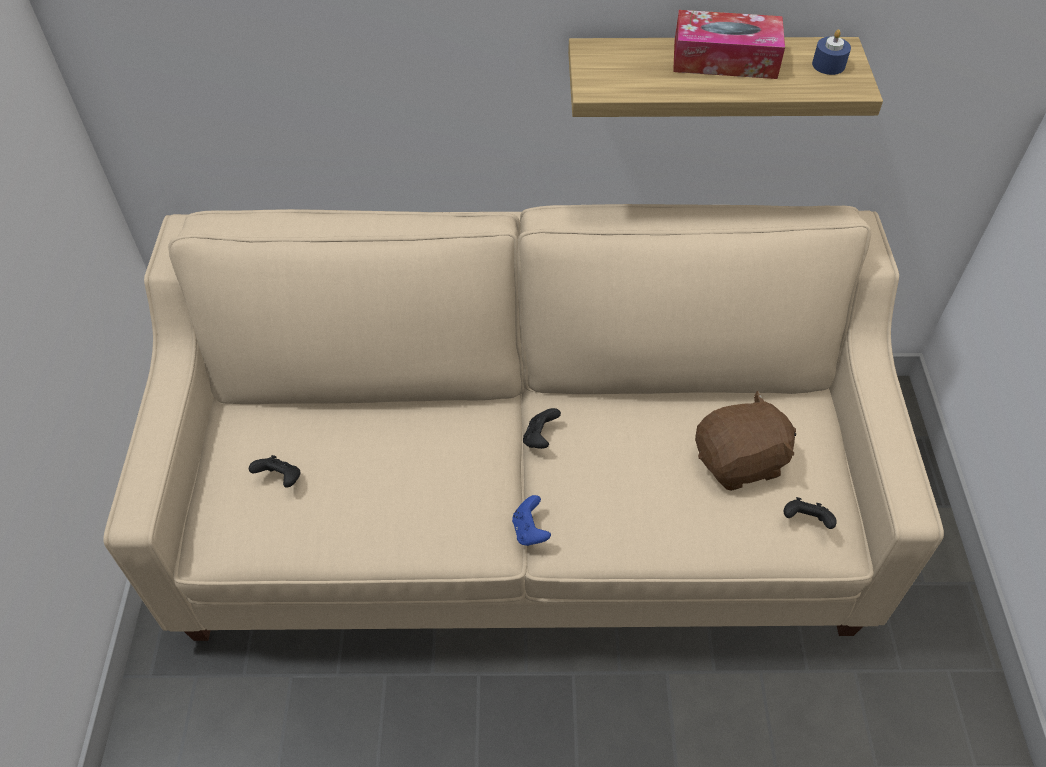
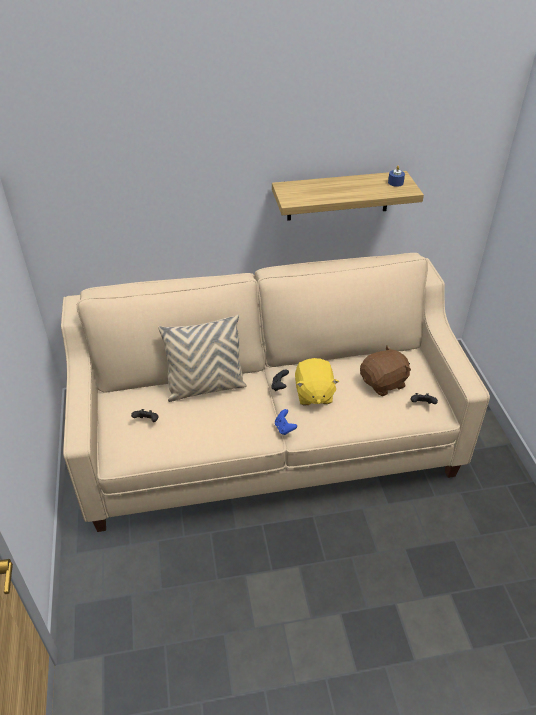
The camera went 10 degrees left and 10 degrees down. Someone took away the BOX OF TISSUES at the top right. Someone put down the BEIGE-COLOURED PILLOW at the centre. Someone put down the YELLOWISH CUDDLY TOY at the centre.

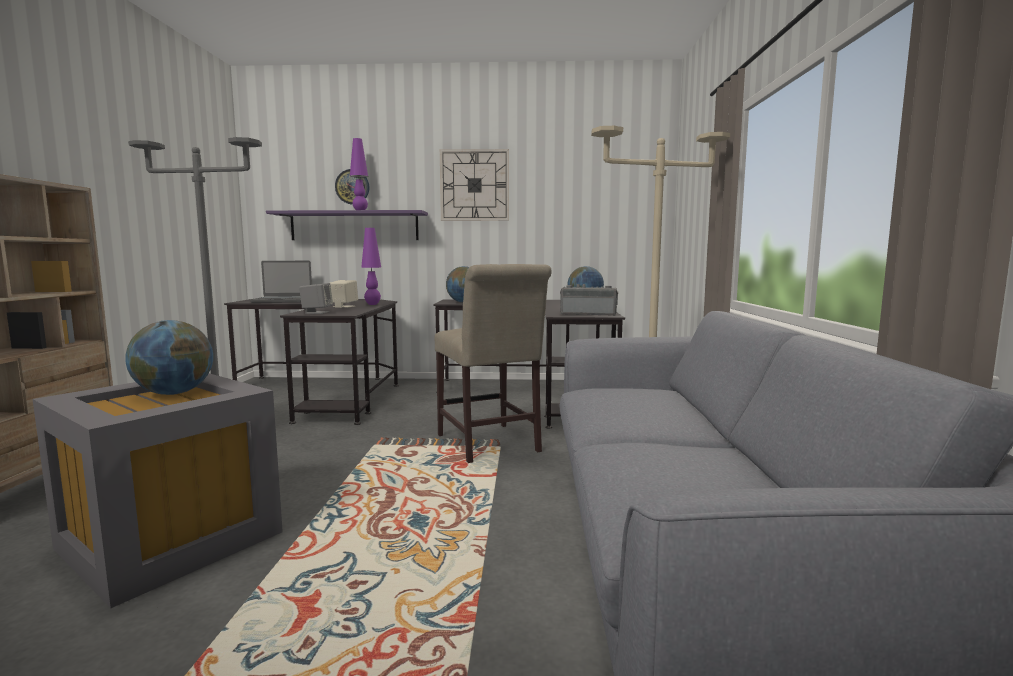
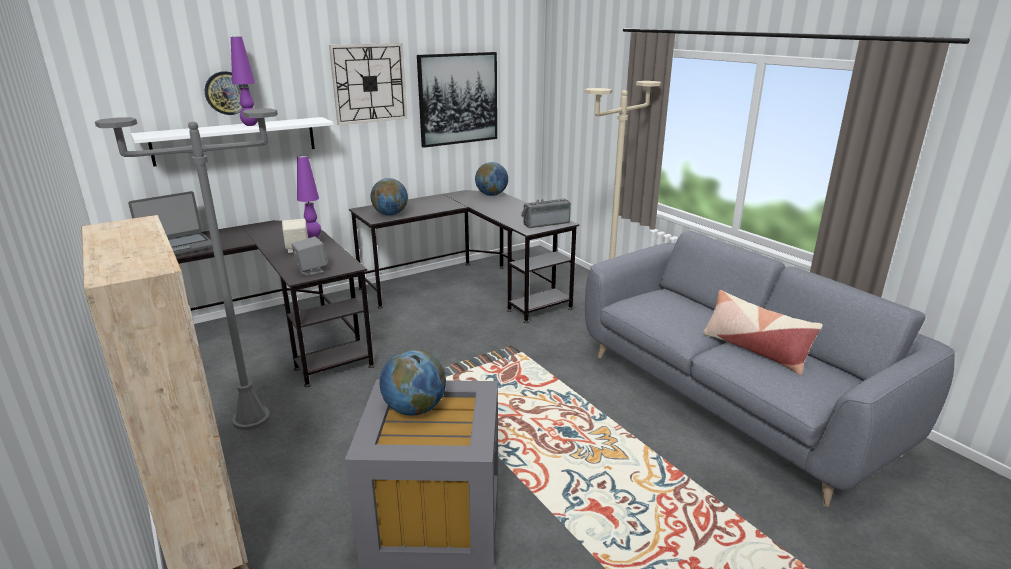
The camera went 35 degrees left and 15 degrees up. Someone repainted the PURPLE BRACKET SHELF at the top centre, which became the WHITISH BRACKET SHELF at the top left. Someone took away the BEIGE-COLOURED PLAIN CHAIR at the centre. Someone put up the WALL PICTURE at the top centre. Someone put down the PILLOW at the middle right.

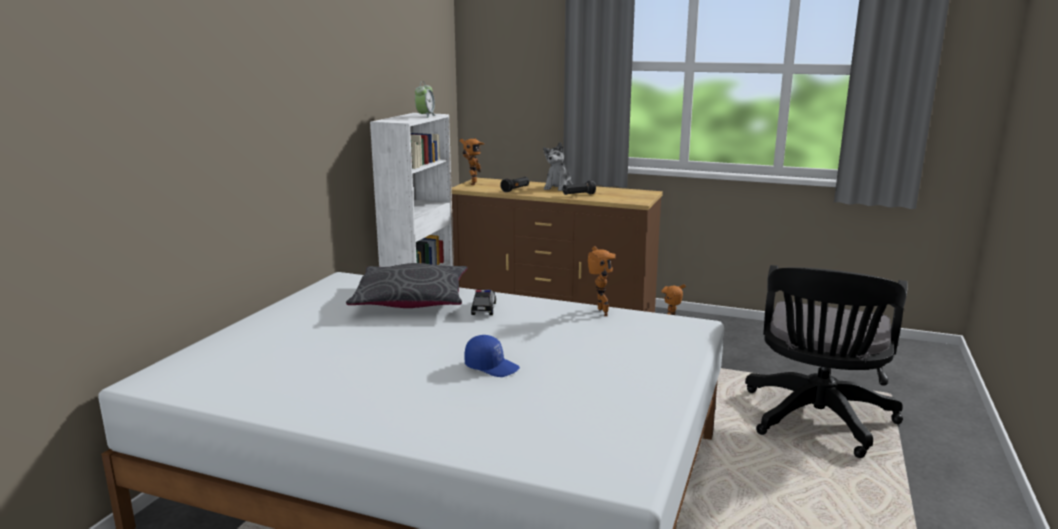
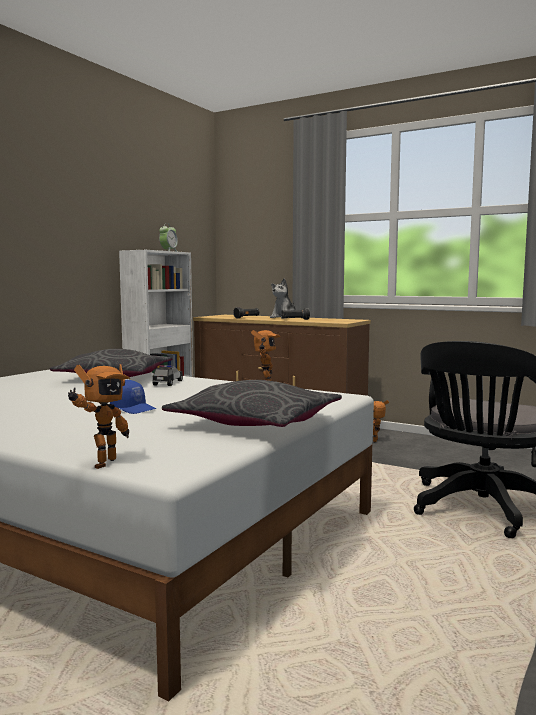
The camera went 10 degrees right and 10 degrees down. Someone carried the TOY ROBOT (1st from left) from the top centre to the middle left. Someone put down the GREYISH PILLOW (2nd from left) at the centre.

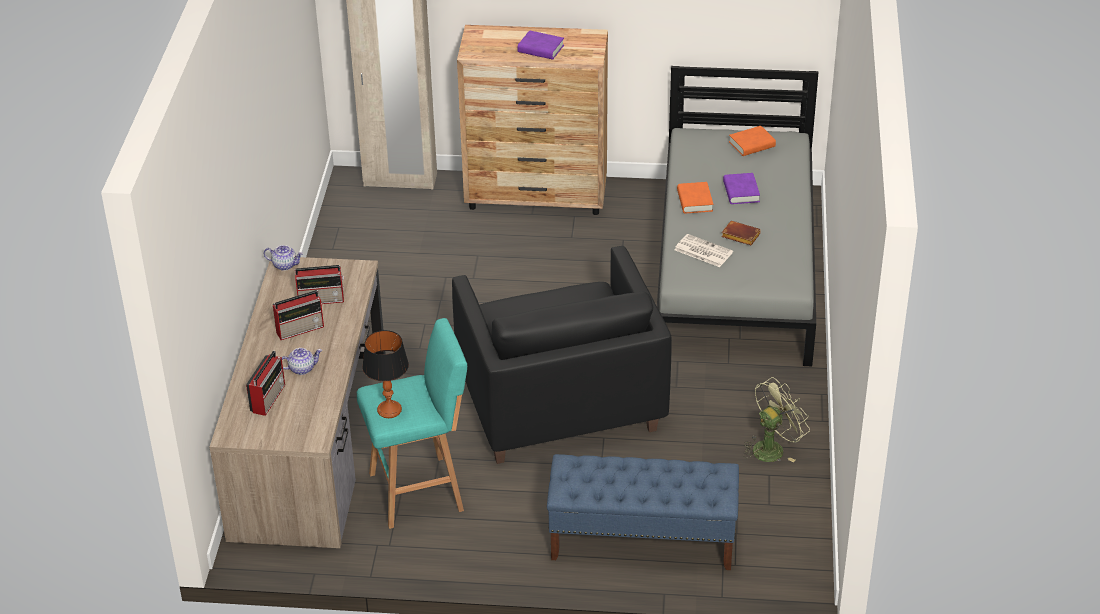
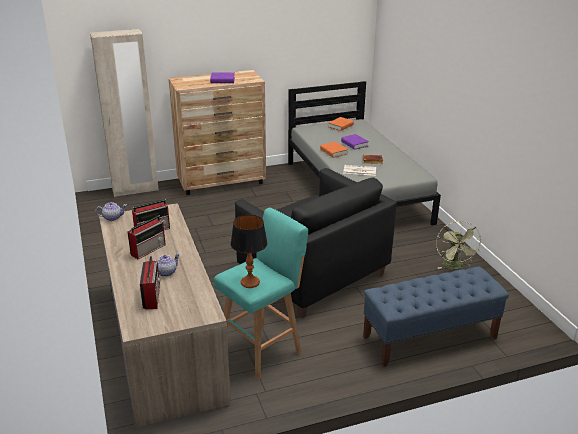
The camera went 25 degrees left and 10 degrees down. Someone rotated the GREENISH COOLING FAN at the bottom right by 150 degrees clockwise.

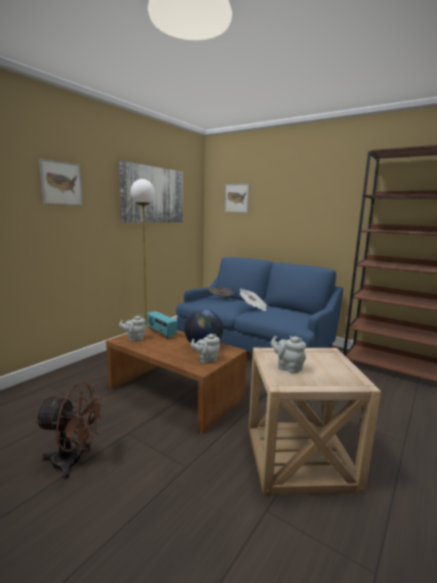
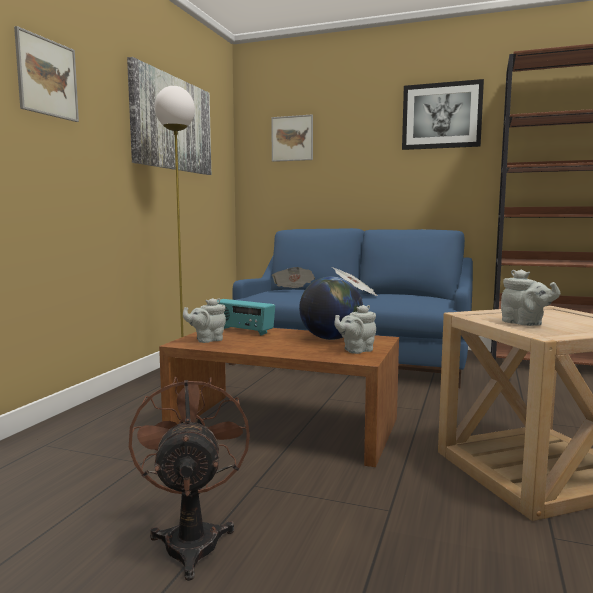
The camera went 15 degrees left and 5 degrees down. Someone rotated the GREYISH TEAPOT (3rd from left) at the centre by 150 degrees counterclockwise. Someone rotated the BROWN COOLING FAN at the bottom left by 90 degrees counterclockwise. Someone put up the WALL PICTURE (4th from left) at the top right.

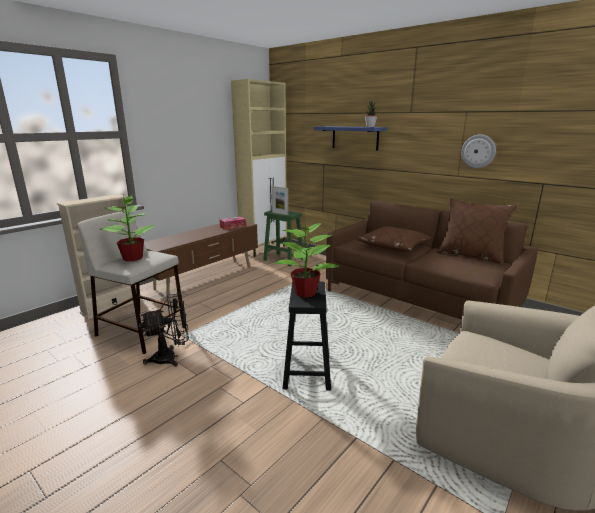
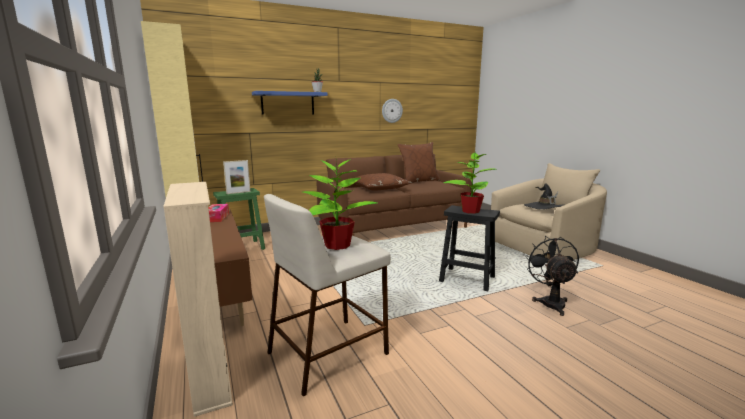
The camera went 65 degrees left and 5 degrees down. Someone carried the BLACKISH COOLING FAN from the middle left to the middle right. Someone put down the BLACKISH CLOTHING HAT at the middle right.

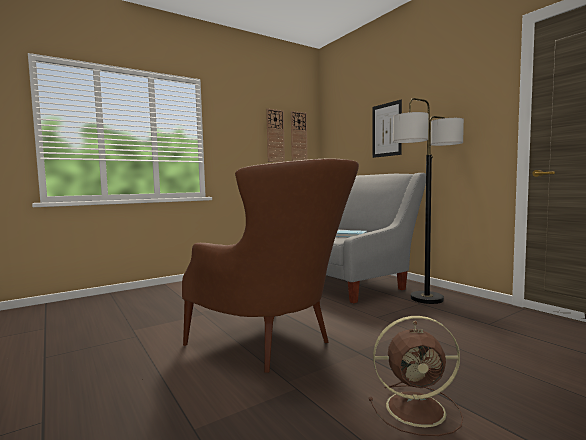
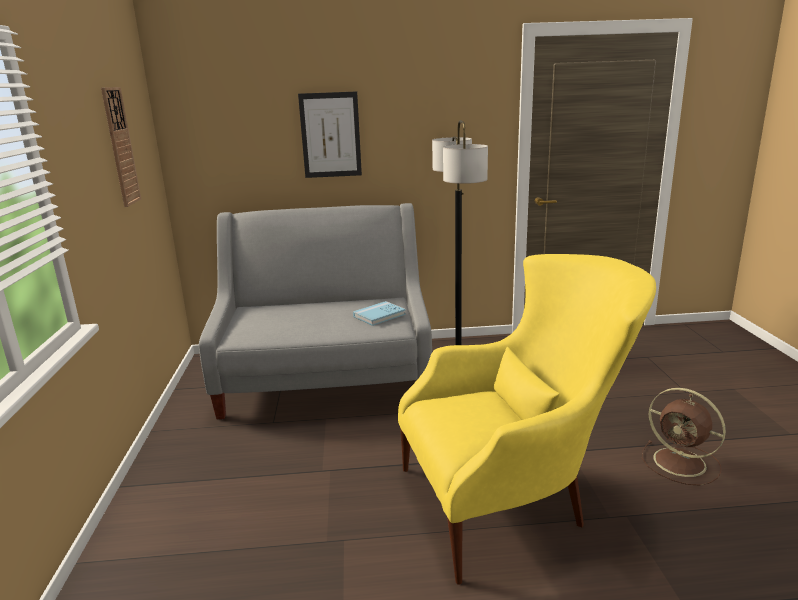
The camera went 60 degrees left and 15 degrees up. Someone took away the CLOCK ON THE WALL (2nd from left) at the top centre. Someone repainted the BROWN ARMCHAIR at the centre, which became the YELLOWISH ARMCHAIR at the bottom centre. Someone rotated the BROWN COOLING FAN at the bottom right by 105 degrees clockwise.

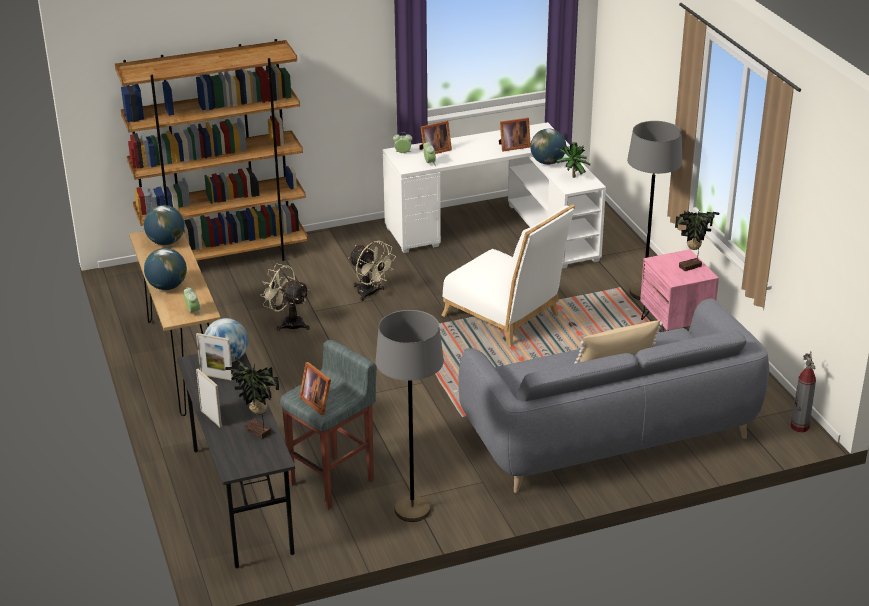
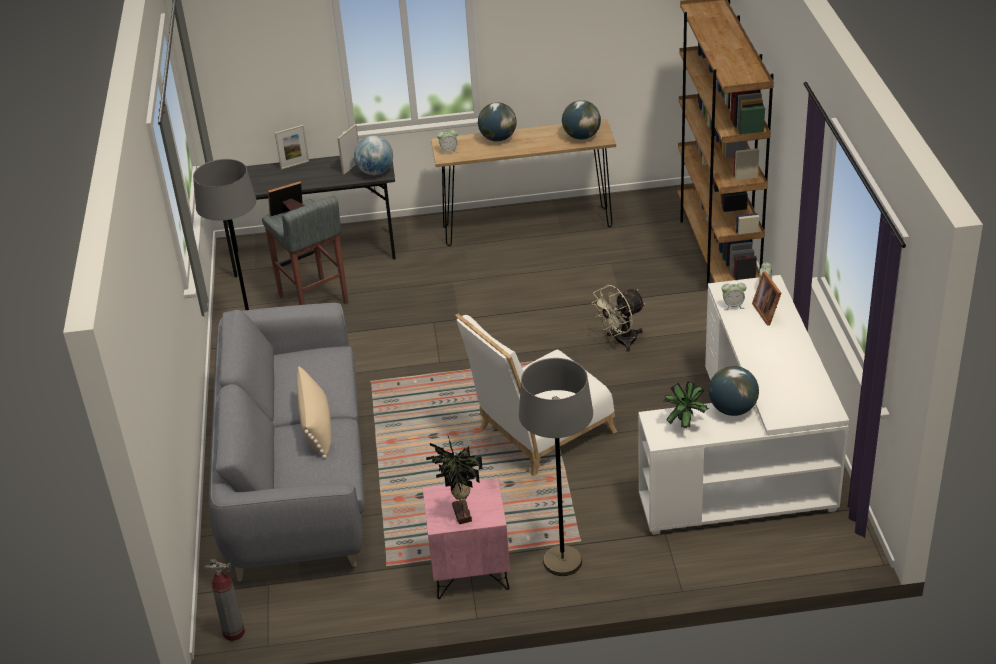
The camera went 105 degrees right and 5 degrees up. Someone took away the PHOTO FRAME (5th from left) at the top centre. Someone took away the BEIGE-COLOURED COOLING FAN (1st from left) at the middle left. Someone took away the PLANT IN A POT (1st from left) at the middle left.

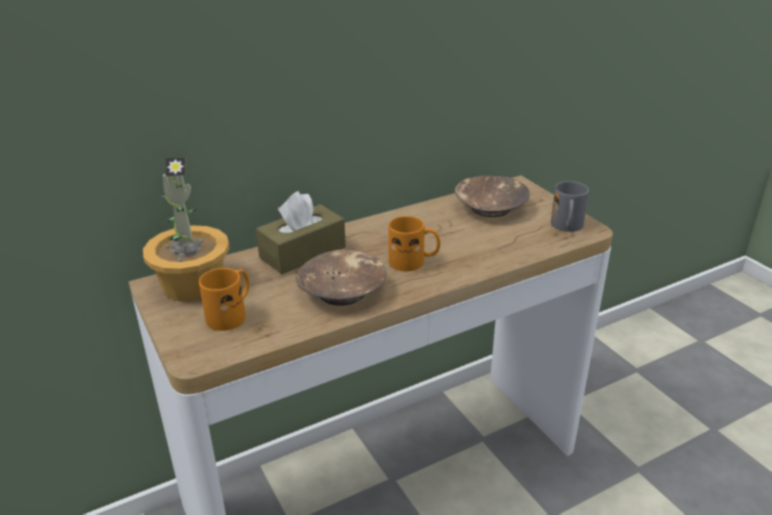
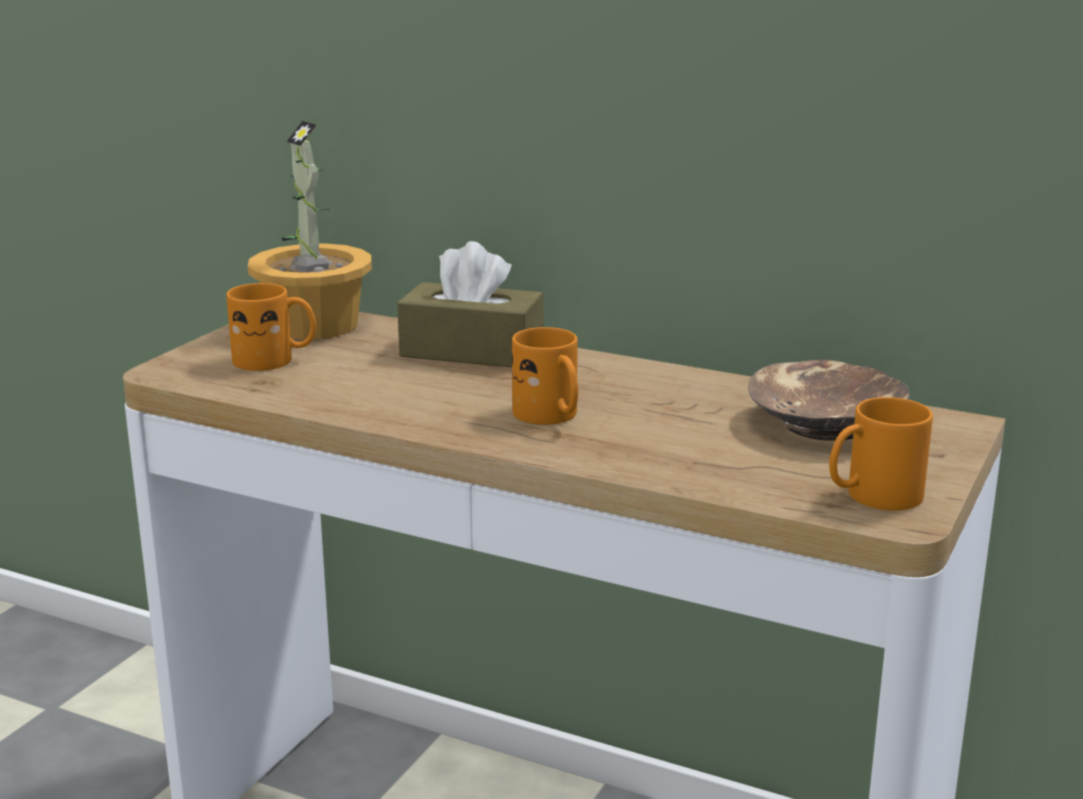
The camera went 55 degrees right and 10 degrees down. Someone repainted the GREYISH TEA MUG at the middle right, which became the ORANGE TEA MUG (3rd from left) at the middle right. Someone took away the BROWN DEEP DISH (1st from left) at the centre.

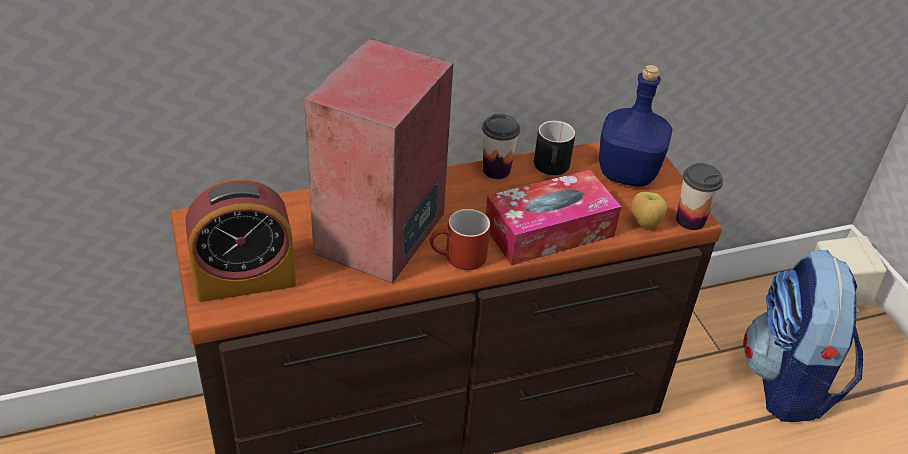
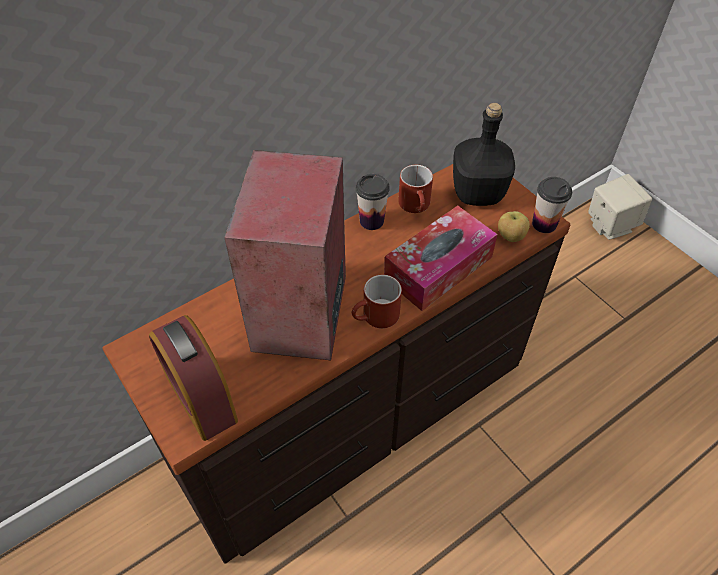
The camera went 15 degrees left and 10 degrees up. Someone repainted the BLUE-COLOURED DRINK BOTTLE at the top right, which became the BLACKISH DRINK BOTTLE at the top right. Someone repainted the BLACKISH TEA MUG at the top centre, which became the RED TEA MUG (2nd from left) at the top centre. Someone rotated the TABLE CLOCK at the middle left by 90 degrees clockwise. Someone took away the RUCKSACK at the bottom right.

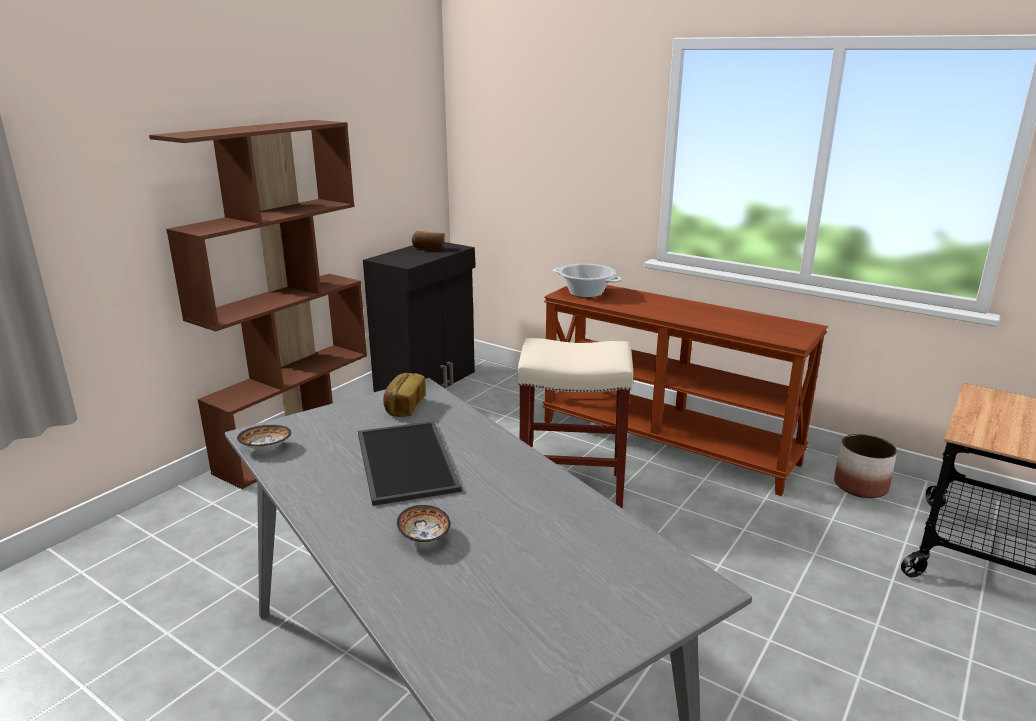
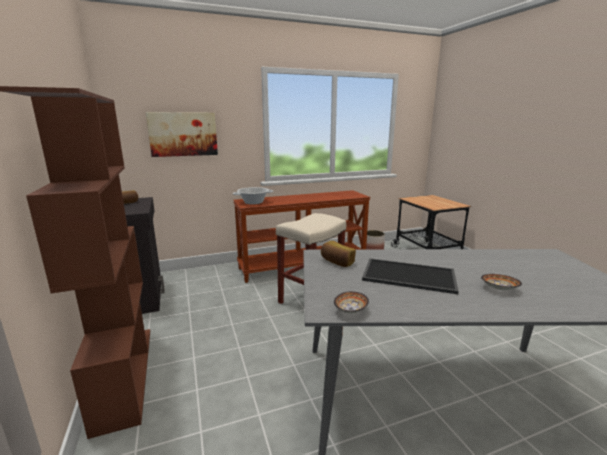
The camera went 55 degrees left and 5 degrees down. Someone put up the WALL PICTURE at the top left.

